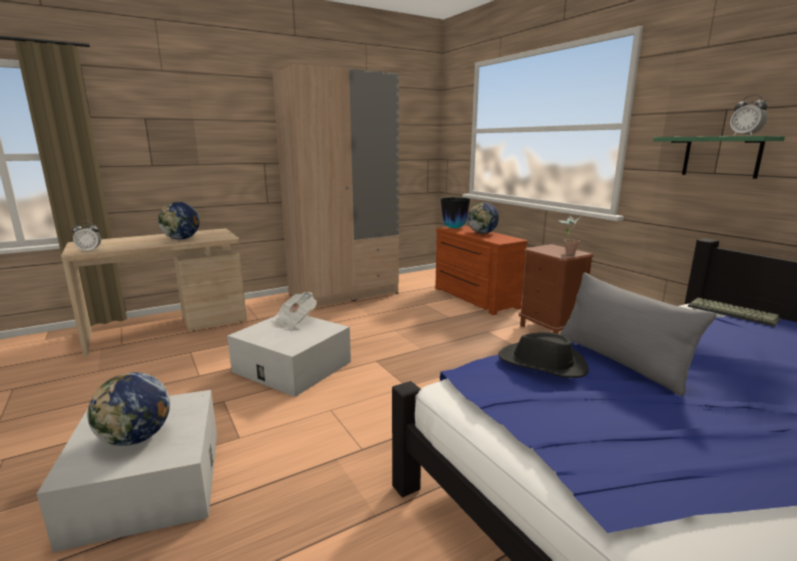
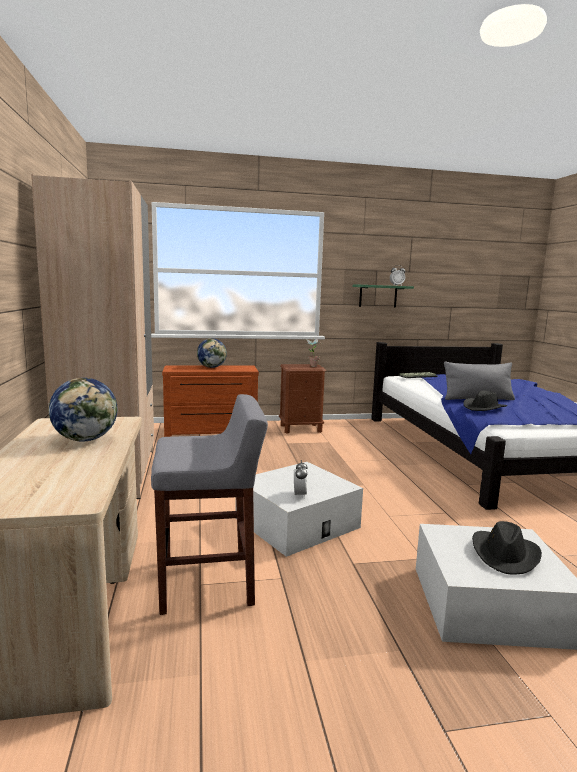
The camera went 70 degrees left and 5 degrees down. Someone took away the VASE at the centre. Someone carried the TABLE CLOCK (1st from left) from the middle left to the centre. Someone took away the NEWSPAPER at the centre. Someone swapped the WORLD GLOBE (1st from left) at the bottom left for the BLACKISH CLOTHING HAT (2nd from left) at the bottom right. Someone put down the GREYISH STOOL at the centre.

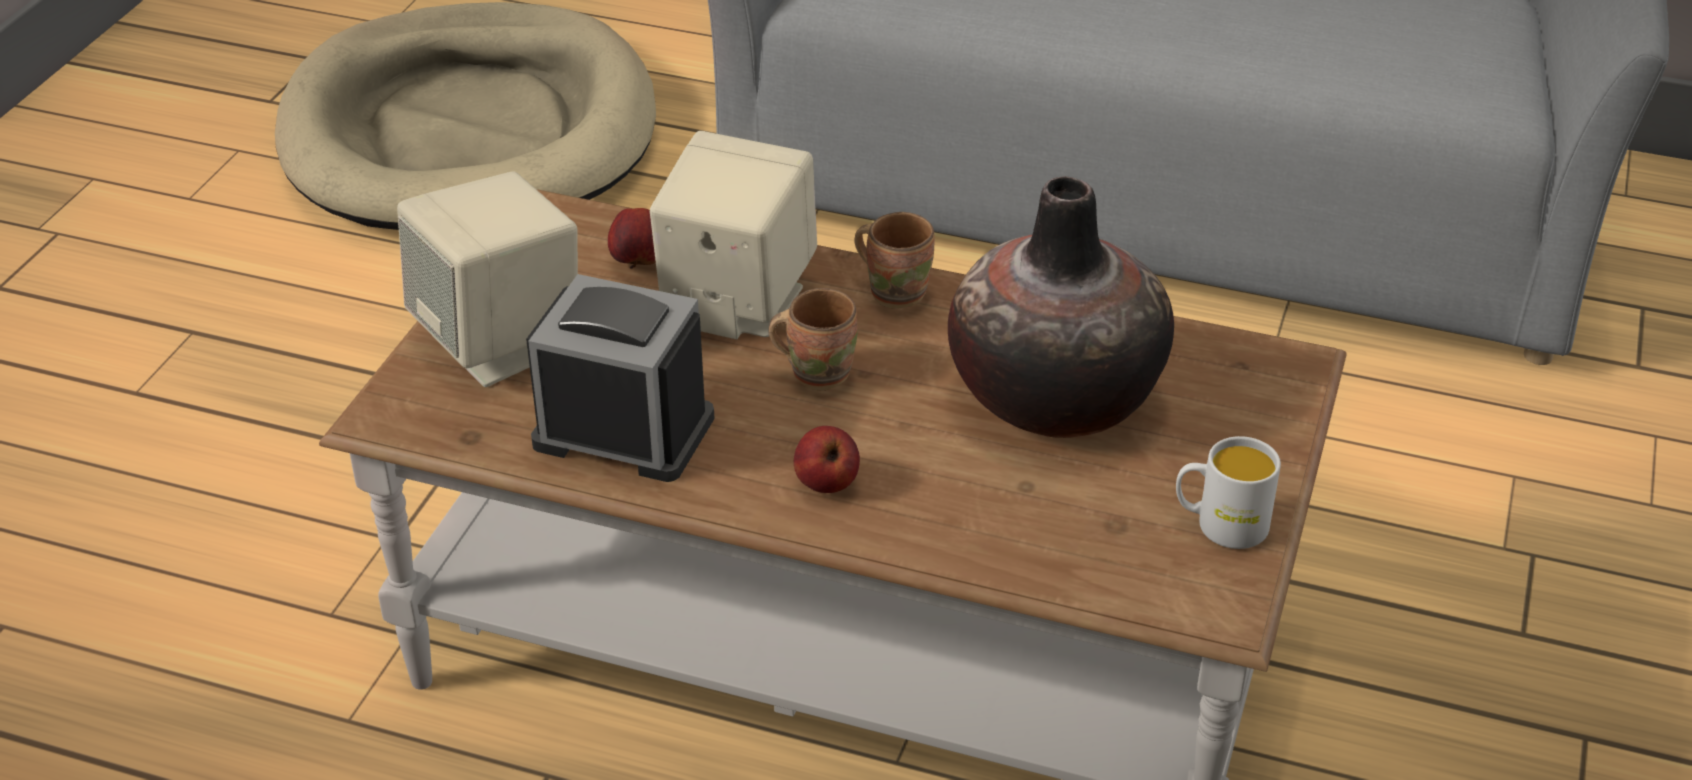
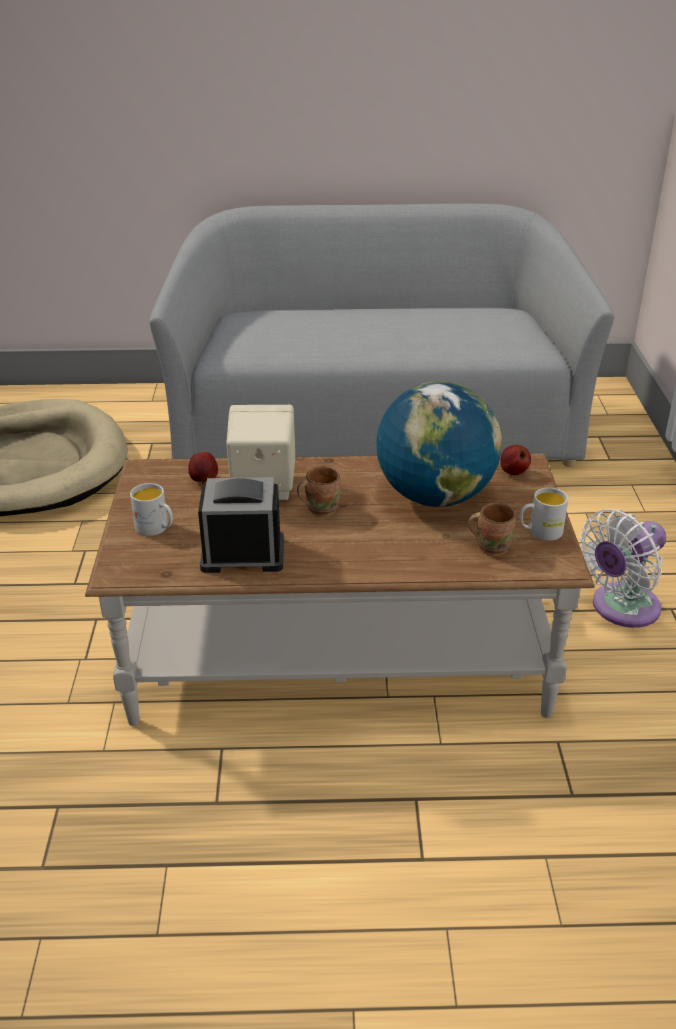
The camera went 20 degrees left and 5 degrees down. Someone swapped the BEIGE-COLOURED LOUDSPEAKER (1st from left) at the middle left for the WHITISH TEA MUG (1st from left) at the middle left. Someone swapped the VASE at the centre for the WORLD GLOBE at the centre. Someone carried the BROWN TEA MUG (2nd from left) from the centre to the middle right. Someone carried the APPLE FRUIT (2nd from left) from the centre to the middle right. Someone put down the WHITISH COOLING FAN at the middle right.

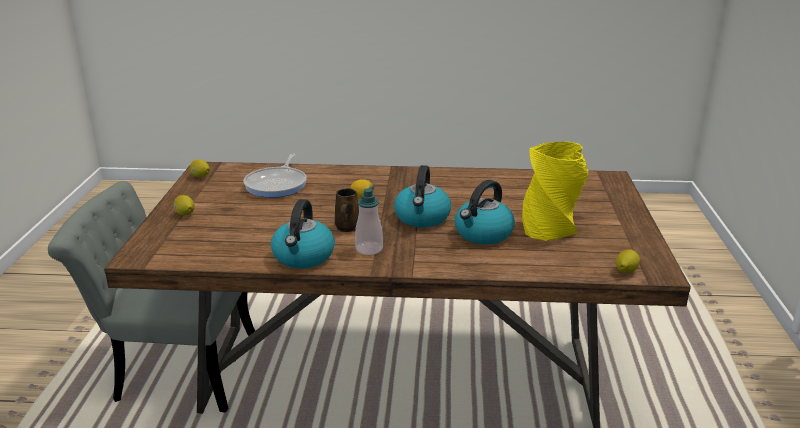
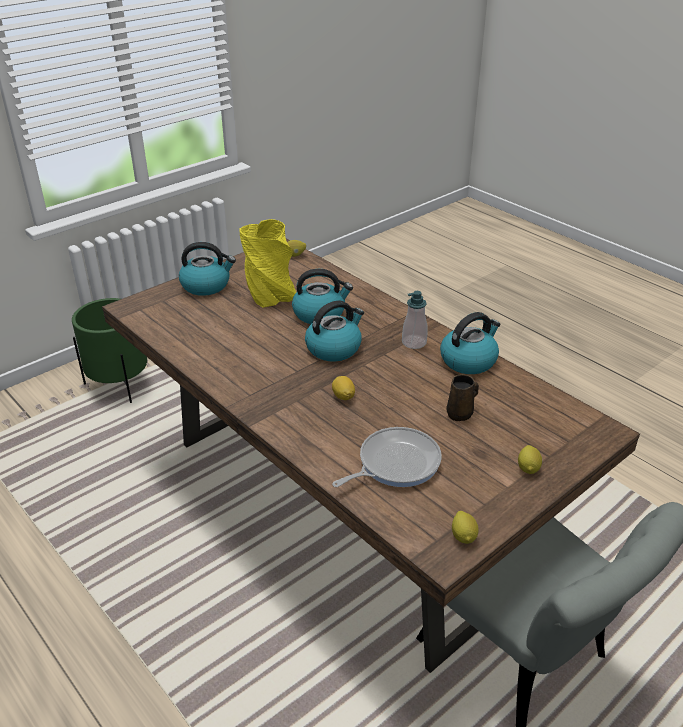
The camera went 135 degrees left and 10 degrees up. Someone carried the BROWN TEA MUG from the centre to the middle right. Someone put down the TEA KETTLE (1st from left) at the middle left. Someone put down the GREENISH PLANT POT at the middle left.

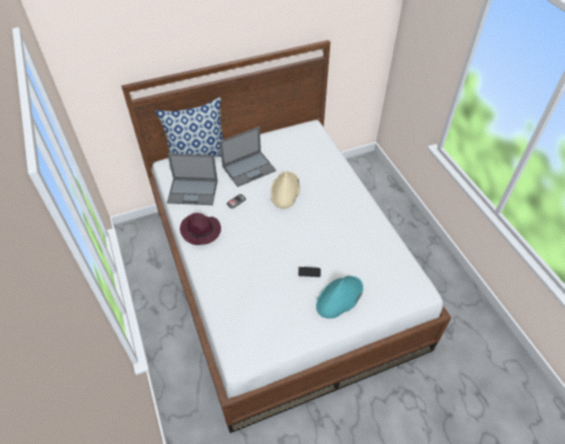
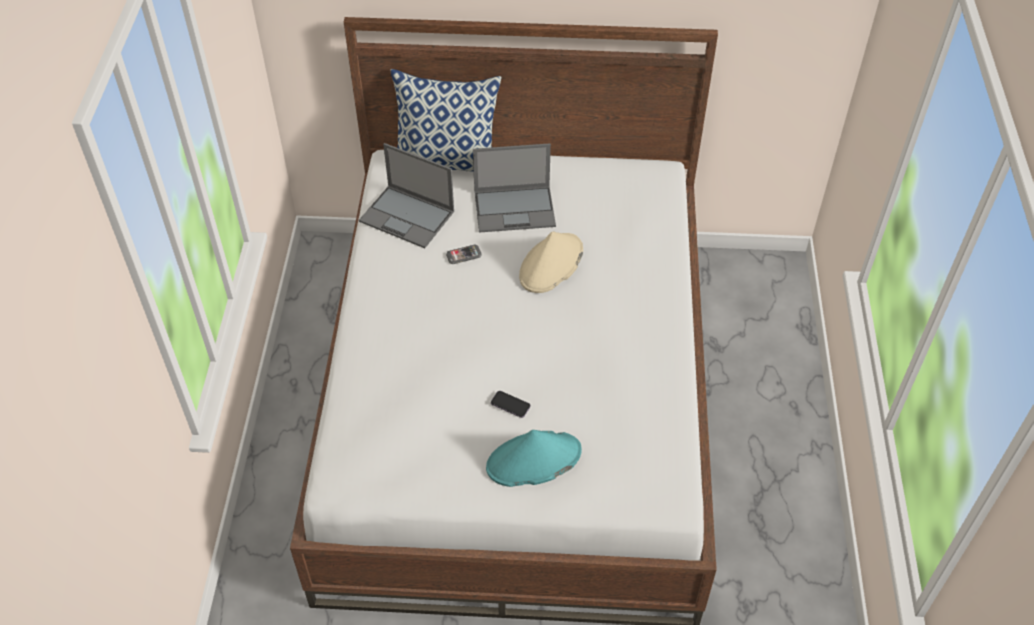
The camera went 25 degrees right and 0 degrees up. Someone took away the PURPLE CLOTHING HAT at the centre.

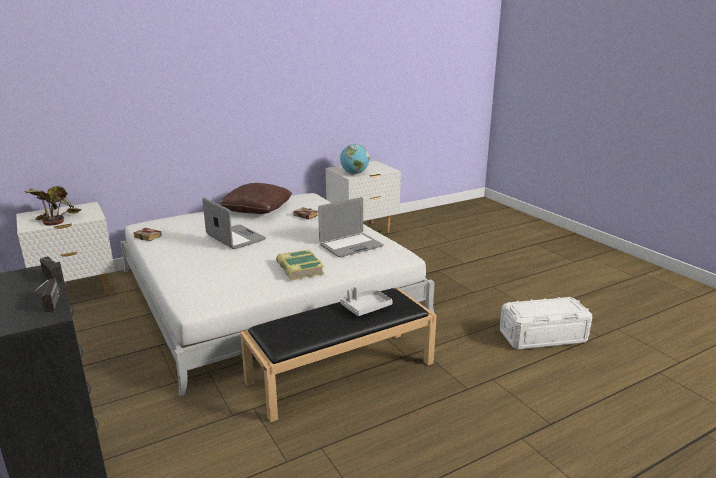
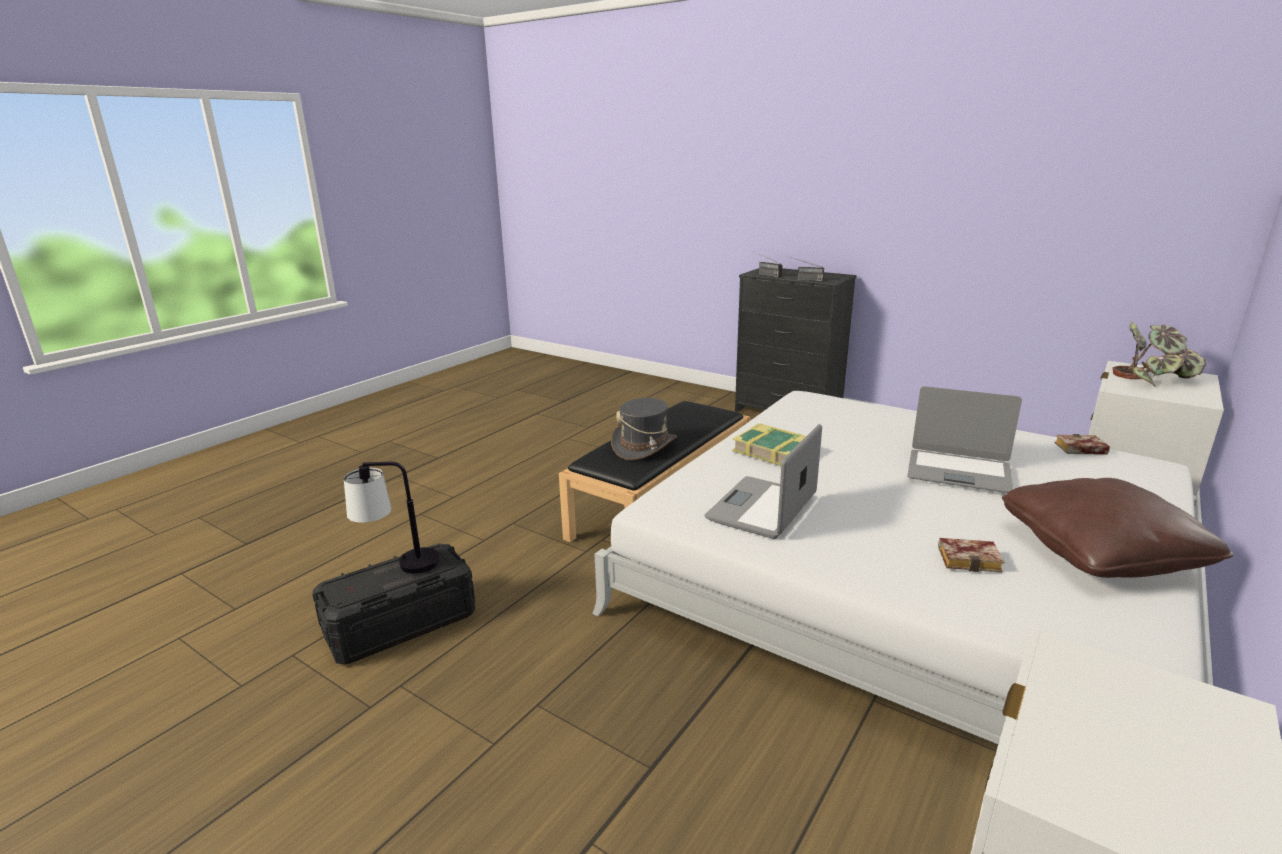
The camera went 155 degrees right and 0 degrees up. Someone took away the WORLD GLOBE at the top centre. Someone swapped the GREYISH TRAY at the centre for the GREYISH CLOTHING HAT at the centre. Someone repainted the WHITISH STORAGE CONTAINER at the bottom right, which became the BLACKISH STORAGE CONTAINER at the bottom left. Someone put down the LAMP FOR A TABLE at the middle left.

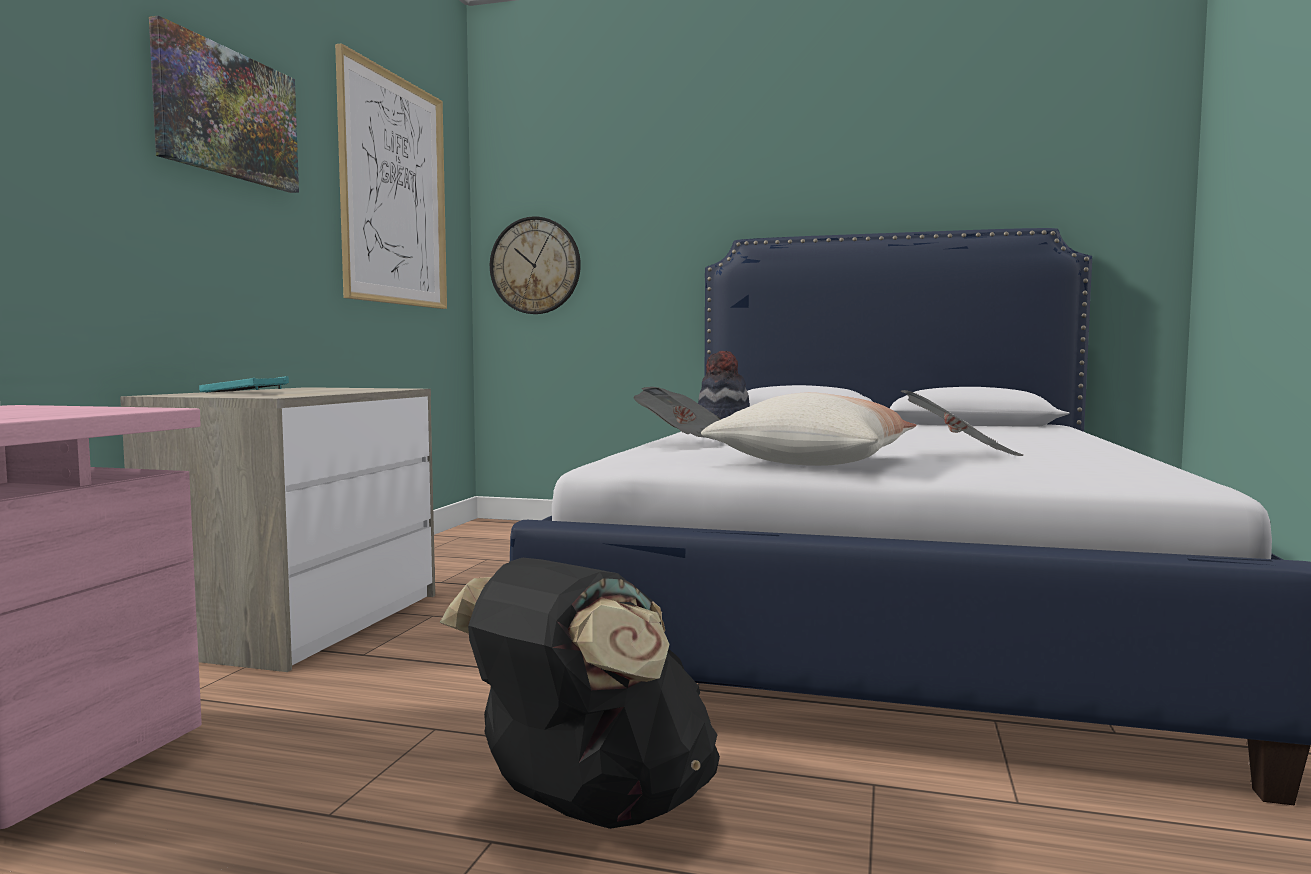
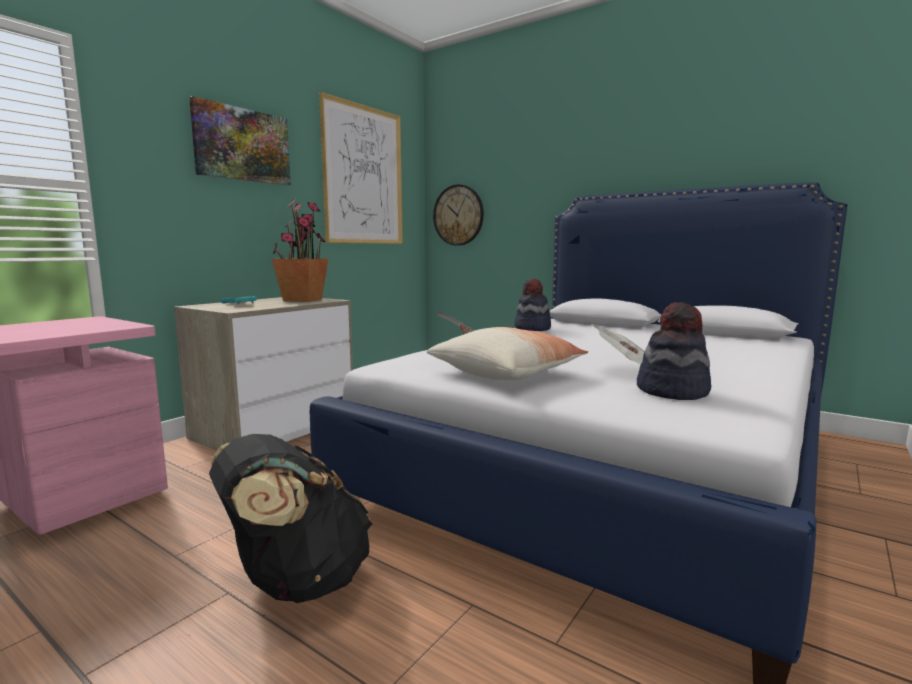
The camera went 20 degrees right and 5 degrees up. Someone put down the PLANT IN A POT at the middle left. Someone put down the CLOTHING HAT (2nd from left) at the middle right.

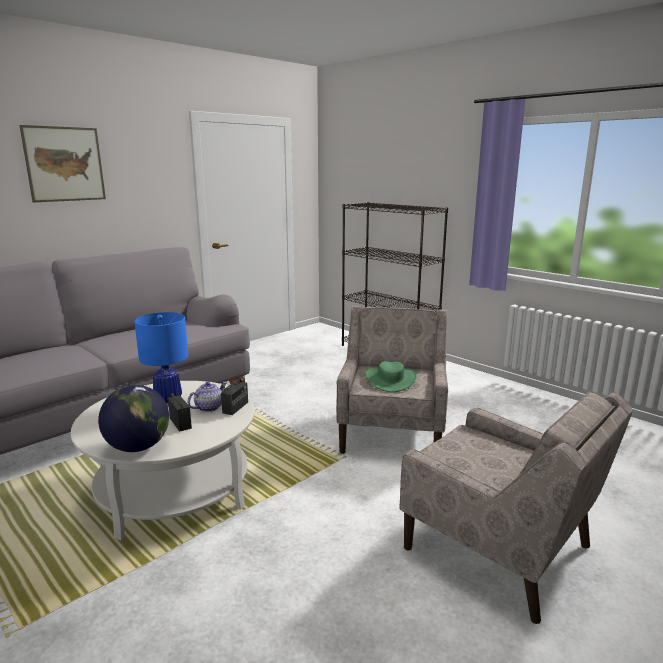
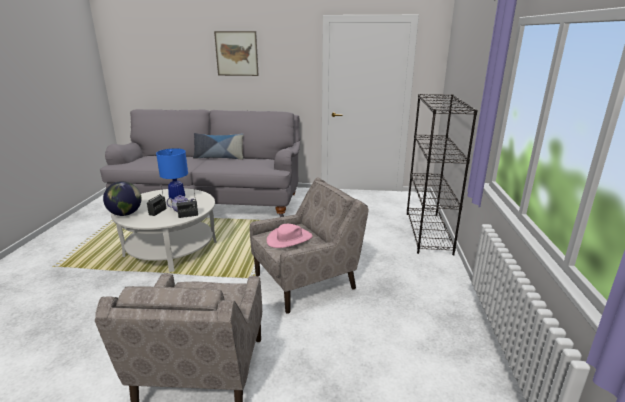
The camera went 50 degrees right and 5 degrees up. Someone repainted the GREENISH CLOTHING HAT at the centre, which became the PINKISH CLOTHING HAT at the centre. Someone put down the PILLOW at the centre.

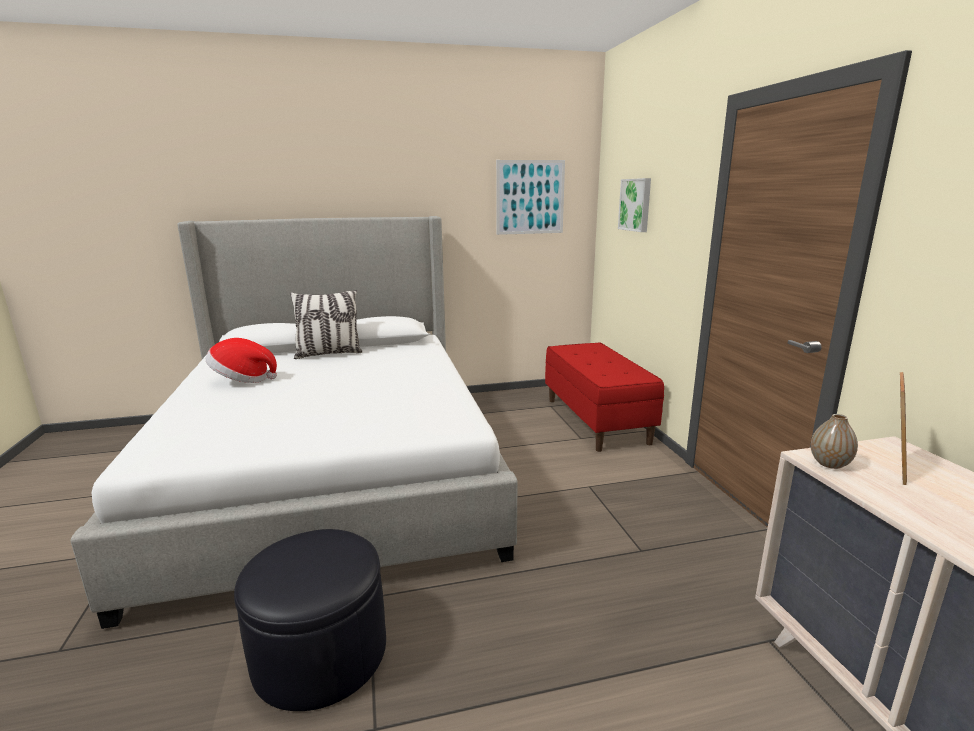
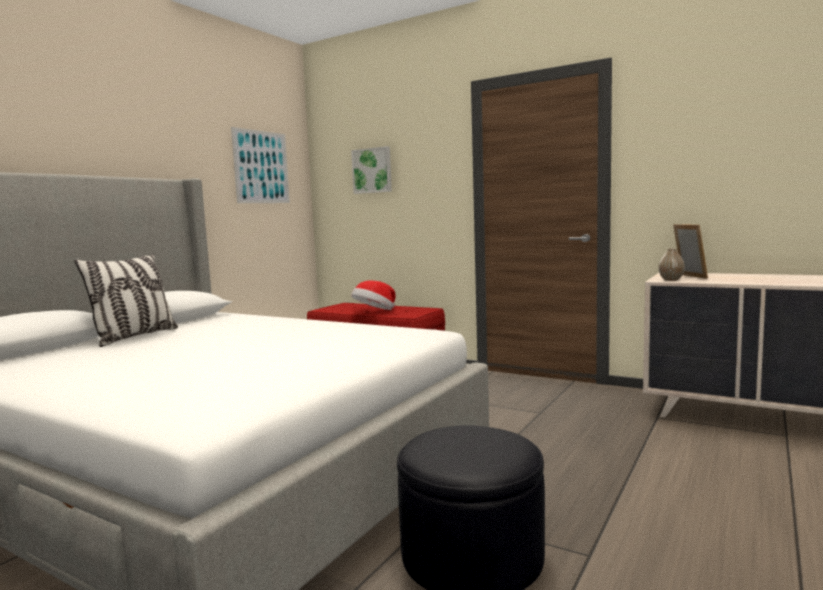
The camera went 45 degrees left and 10 degrees down. Someone carried the CLOTHING HAT from the middle left to the centre.

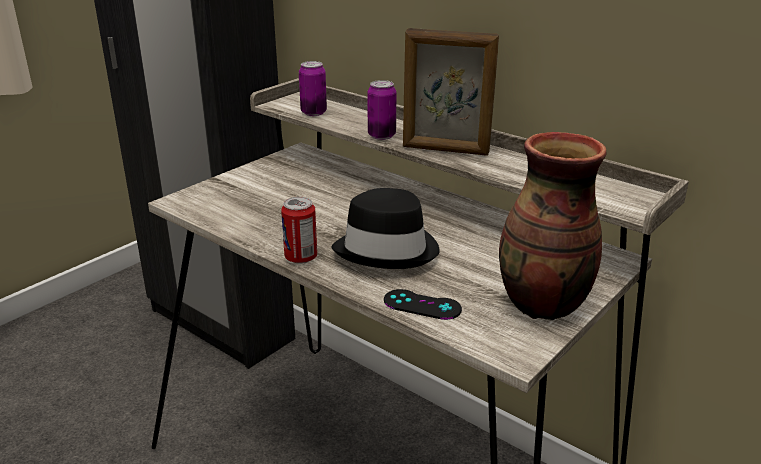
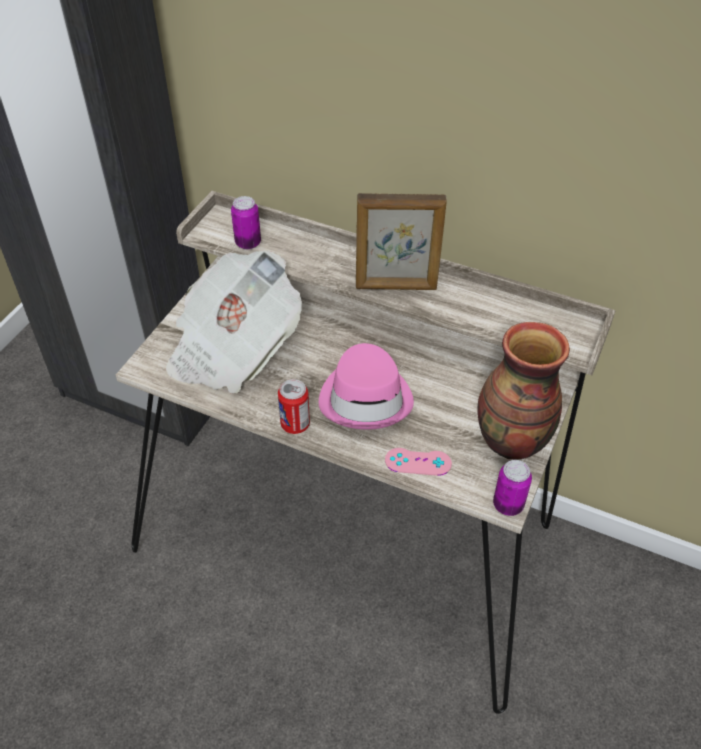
The camera went 15 degrees left and 20 degrees up. Someone carried the CAN (3rd from left) from the top centre to the middle right. Someone repainted the BLACKISH CLOTHING HAT at the centre, which became the PINKISH CLOTHING HAT at the centre. Someone repainted the BLACKISH GAME CONTROLLER at the centre, which became the PINKISH GAME CONTROLLER at the centre. Someone put down the NEWSPAPER at the centre.

